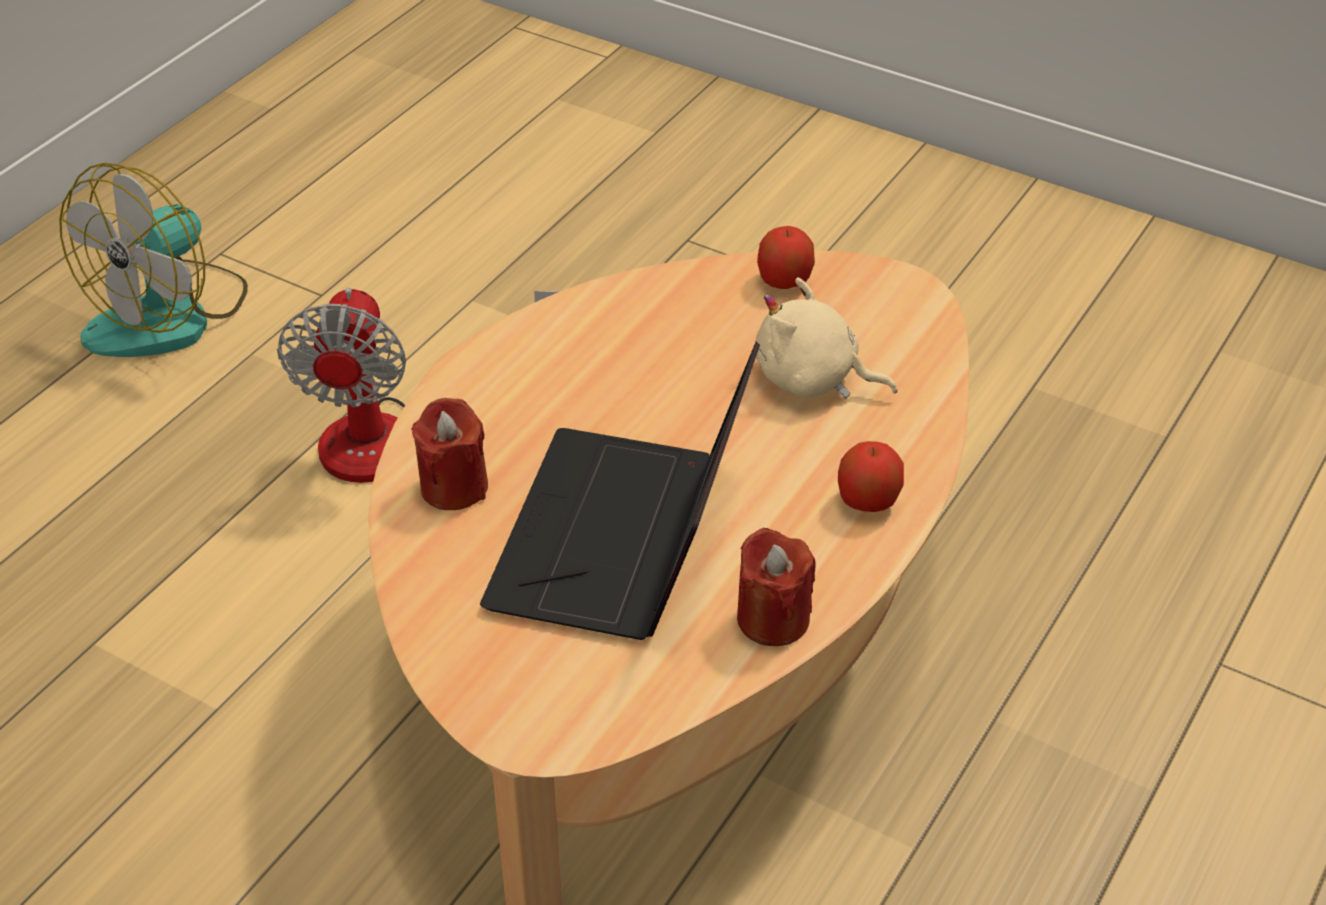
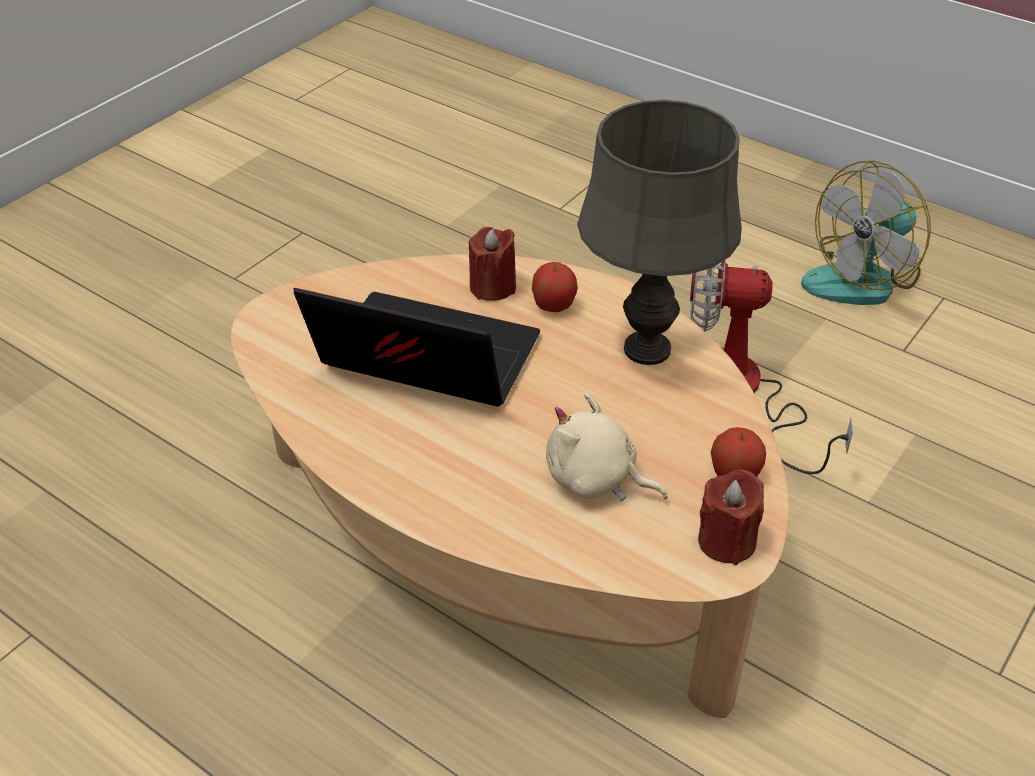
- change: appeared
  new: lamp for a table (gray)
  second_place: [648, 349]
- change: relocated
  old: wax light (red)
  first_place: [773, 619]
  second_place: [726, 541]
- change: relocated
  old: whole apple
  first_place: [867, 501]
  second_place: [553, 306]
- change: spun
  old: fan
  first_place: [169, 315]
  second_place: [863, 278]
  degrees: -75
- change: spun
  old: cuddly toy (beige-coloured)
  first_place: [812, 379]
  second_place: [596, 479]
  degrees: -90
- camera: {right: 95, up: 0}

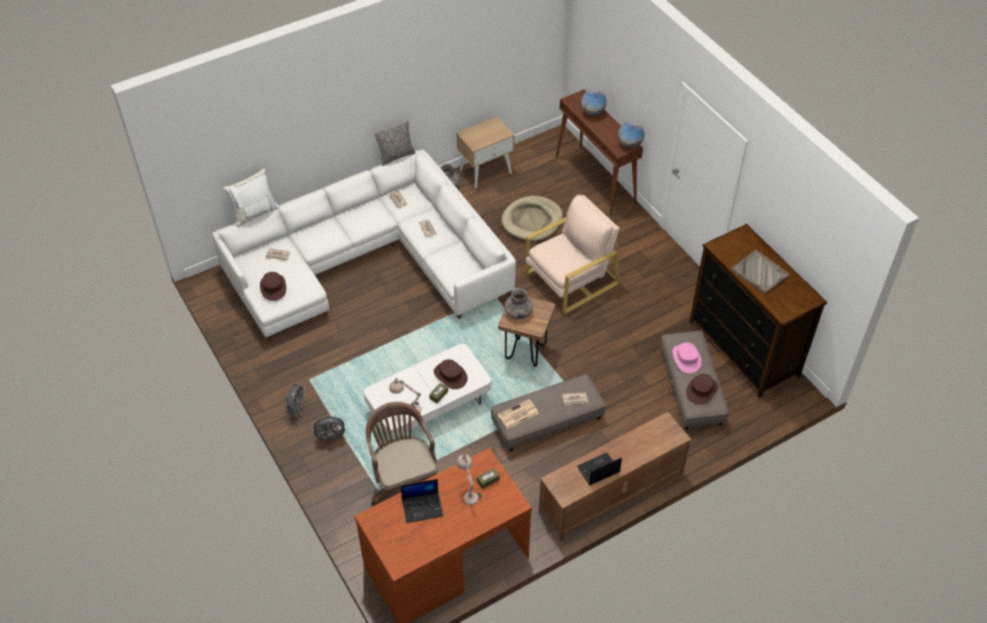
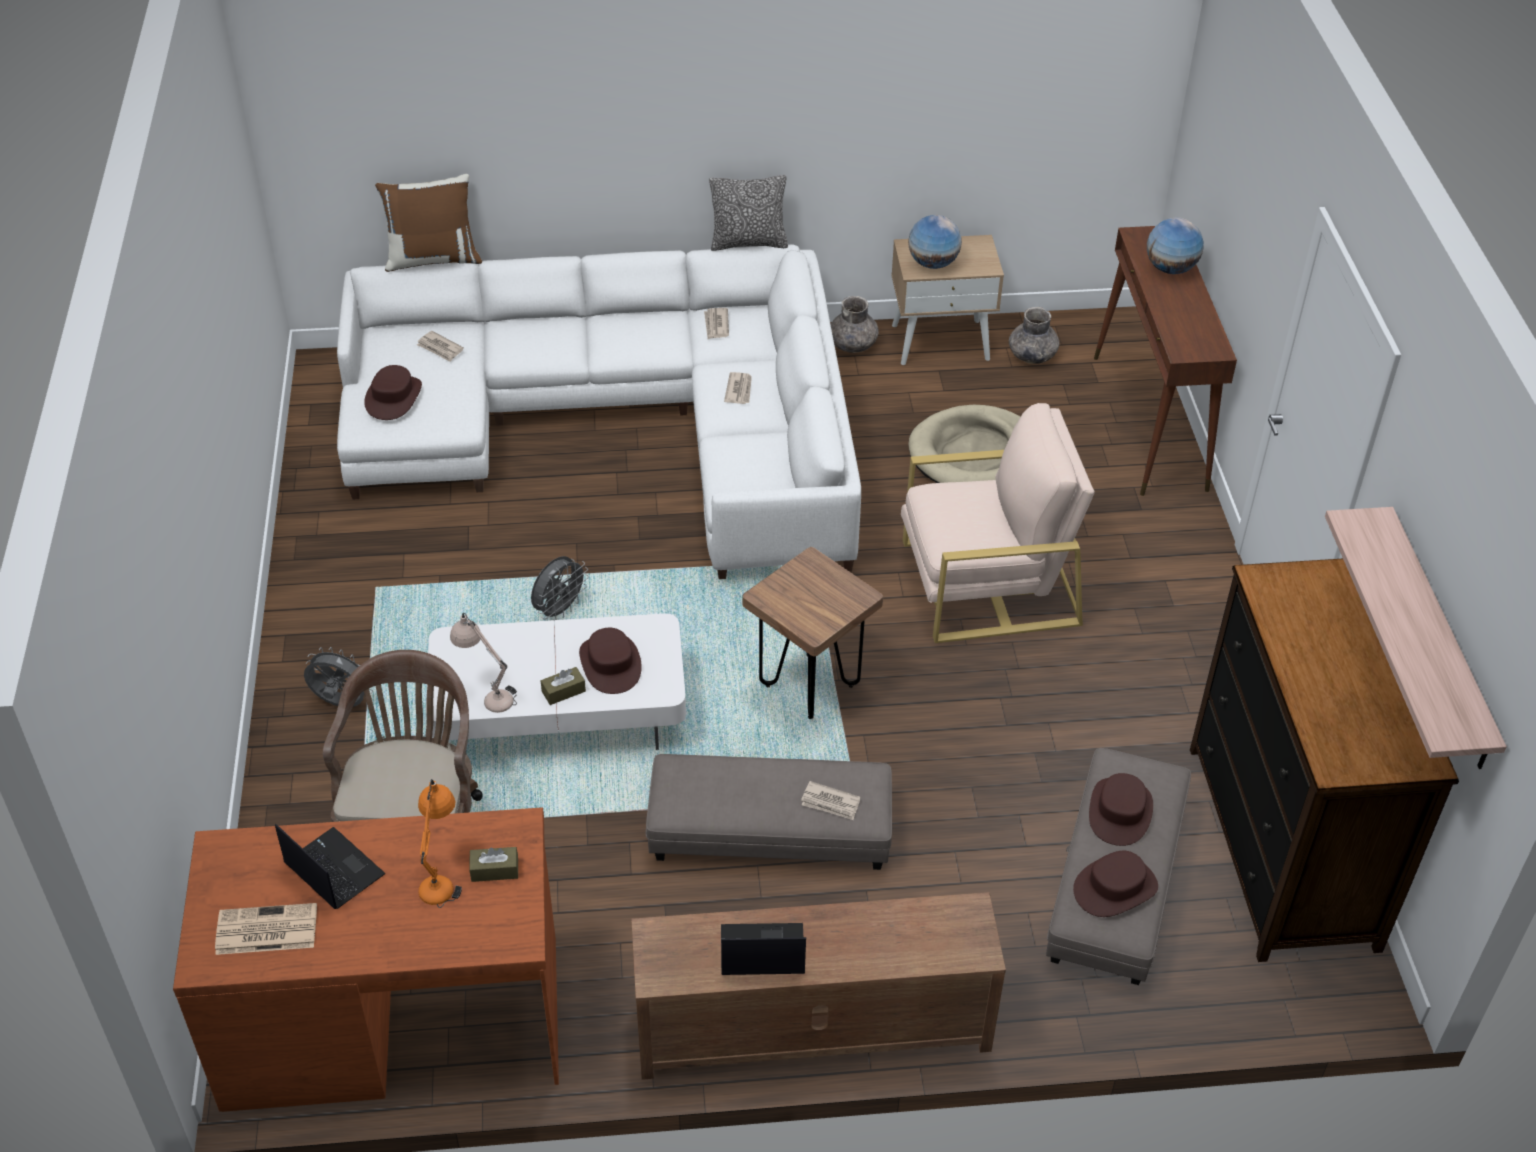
- change: missing
  old: serving tray (gray)
  first_place: [760, 273]
- change: appeared
  new: bracket shelf
  second_place: [1439, 640]
- change: relocated
  old: fan (gray)
  first_place: [297, 409]
  second_place: [559, 610]
- change: relocated
  old: newspaper
  first_place: [518, 414]
  second_place: [265, 930]
- change: relocated
  old: flower vase (gray)
  first_place: [518, 312]
  second_place: [1031, 355]
- change: relocated
  old: globe
  first_place: [629, 144]
  second_place: [932, 263]
- change: colour
  old: pillow (white-coloured)
  new: pillow (brown)
  first_place: [254, 213]
  second_place: [433, 258]
- change: colour
  old: lamp for a table (beige-coloured)
  new: lamp for a table (orangey)
  first_place: [468, 491]
  second_place: [442, 875]
- change: colour
  old: wearable hat (pinkish)
  new: wearable hat (brown)
  first_place: [686, 358]
  second_place: [1120, 812]
- change: spun
  old: laptop
  first_place: [423, 507]
  second_place: [332, 869]
  degrees: -150
- camera: {right: 25, up: -5}

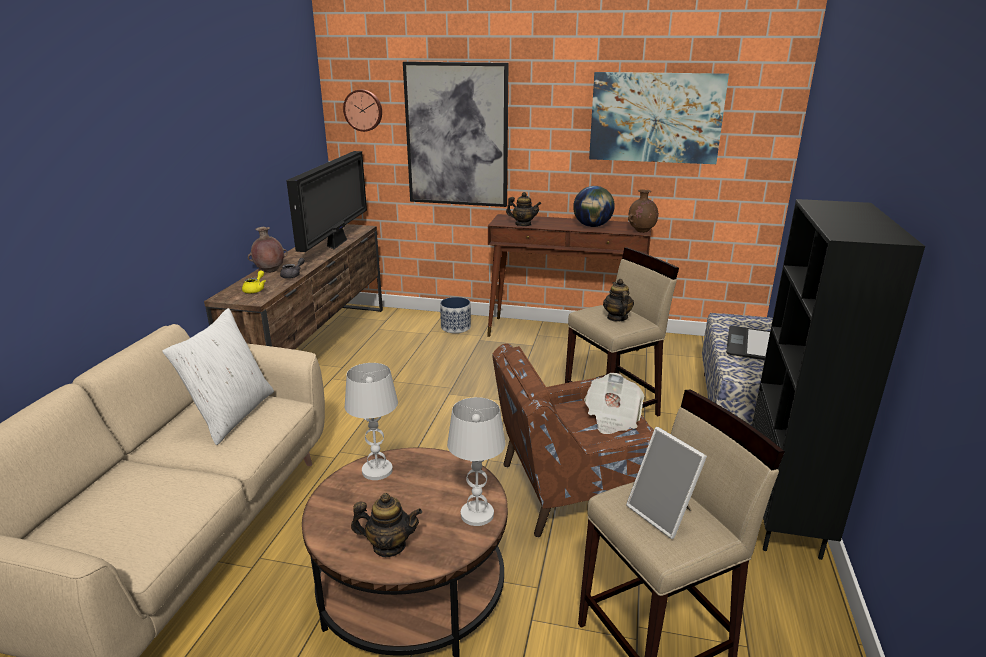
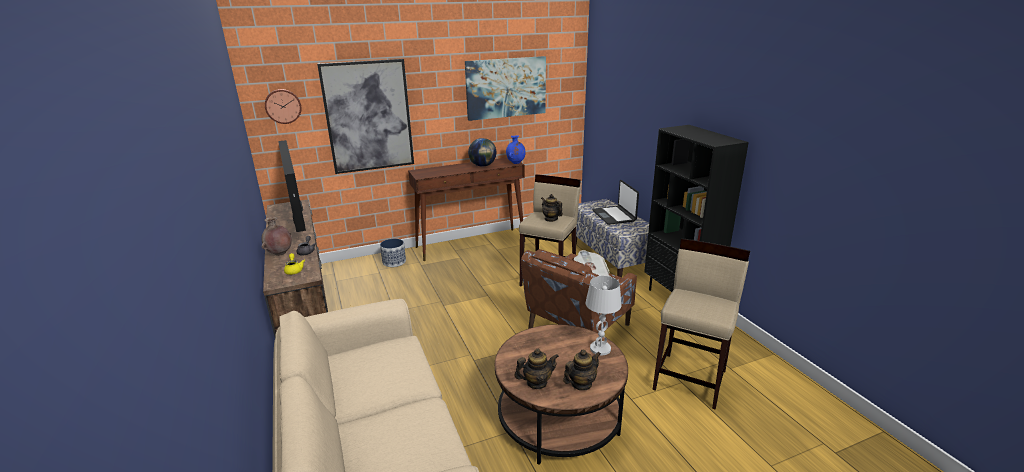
- change: missing
  old: pillow (white-coloured)
  first_place: [232, 415]
- change: missing
  old: lamp for a table (white-coloured)
  first_place: [377, 471]
- change: missing
  old: picture frame
  first_place: [663, 514]
- change: relocated
  old: tea pot
  first_place: [523, 224]
  second_place: [536, 383]
- change: colour
  old: flower vase (brown)
  new: flower vase (blue)
  first_place: [641, 231]
  second_place: [516, 163]
- camera: {right: -35, up: 0}

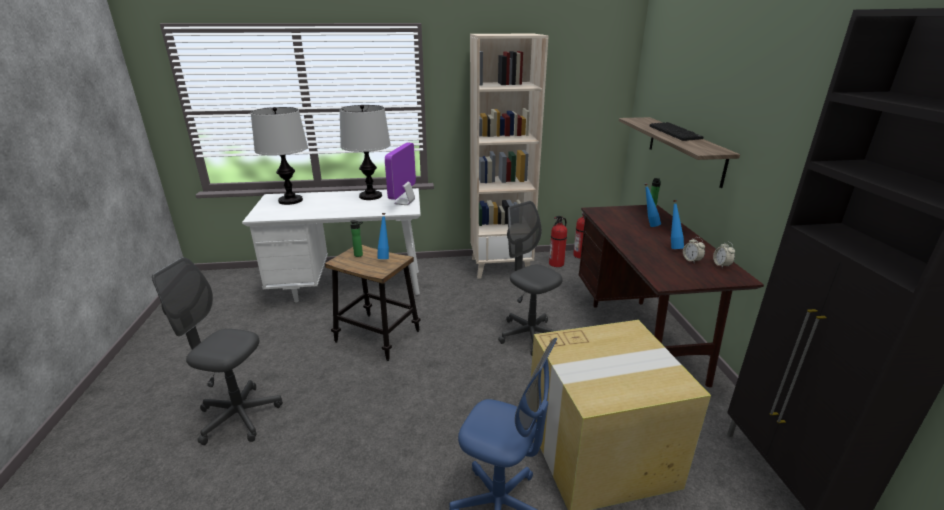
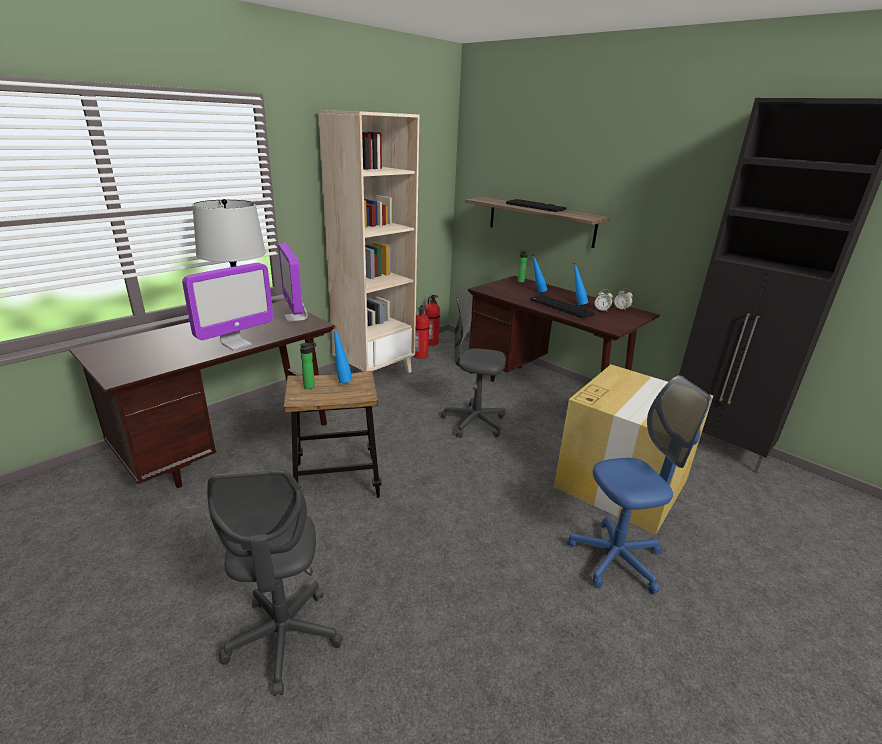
- change: missing
  old: lamp for a table
  first_place: [290, 200]
- change: appeared
  new: computer display
  second_place: [236, 344]
- change: appeared
  new: PC keyboard
  second_place: [559, 307]
- change: colour
  old: desk (white-coloured)
  new: desk (brown)
  first_place: [349, 286]
  second_place: [231, 444]
- change: spun
  old: office chair (gray)
  first_place: [239, 416]
  second_place: [284, 638]
  degrees: -75
- camera: {right: -40, up: 0}

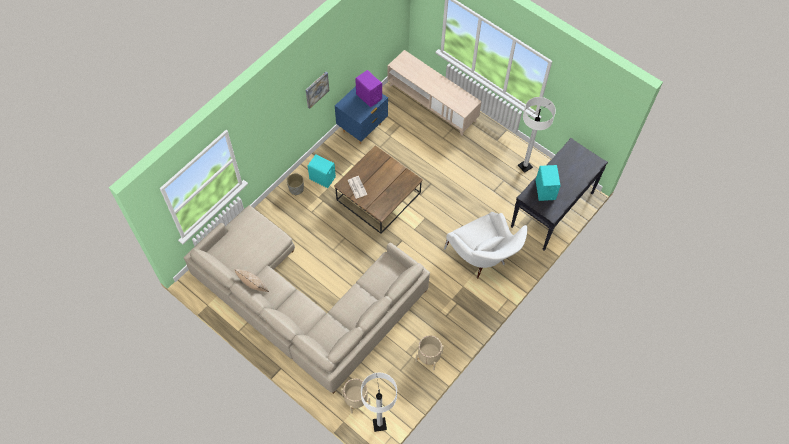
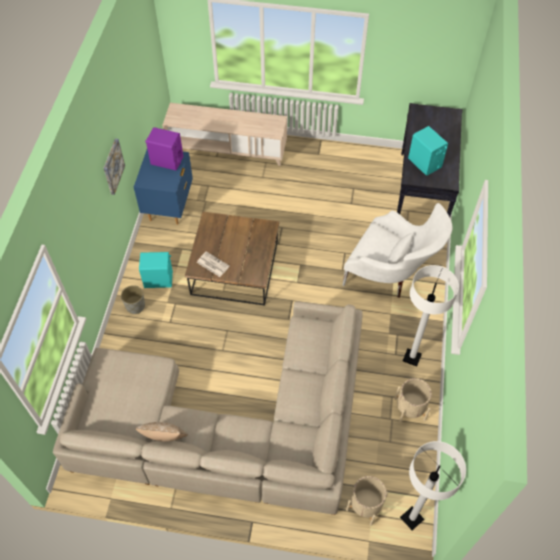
- change: relocated
  old: floor lamp (white-coloured)
  first_place: [525, 166]
  second_place: [412, 357]
- camera: {right: -30, up: -5}

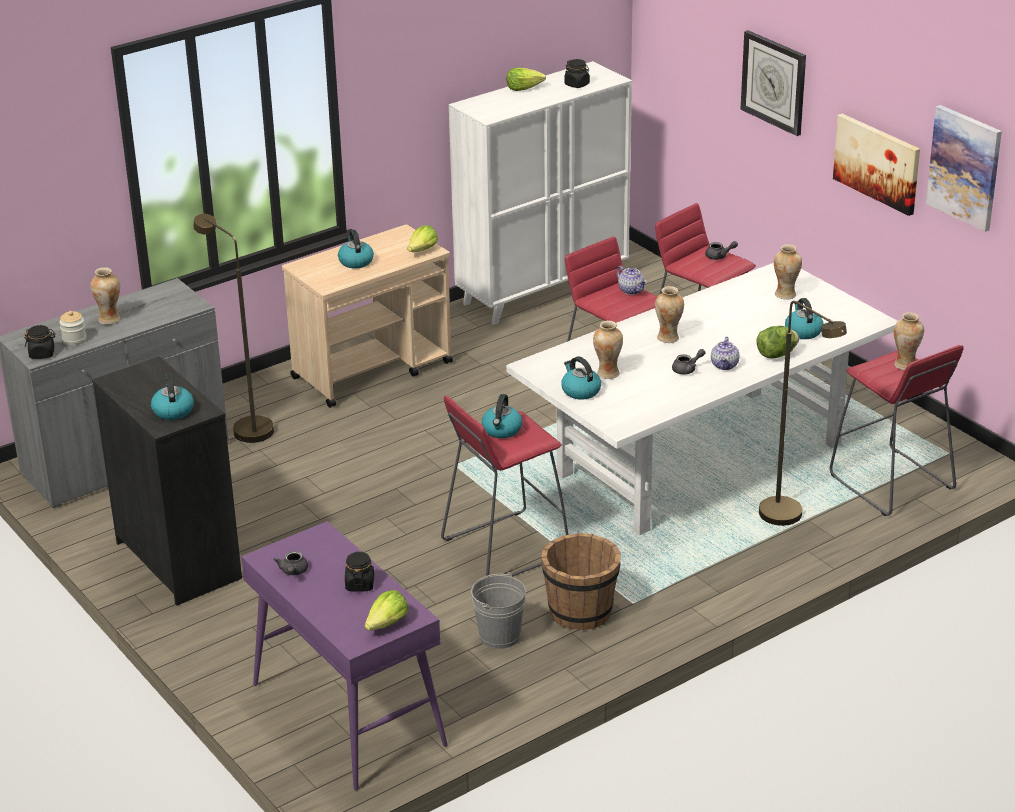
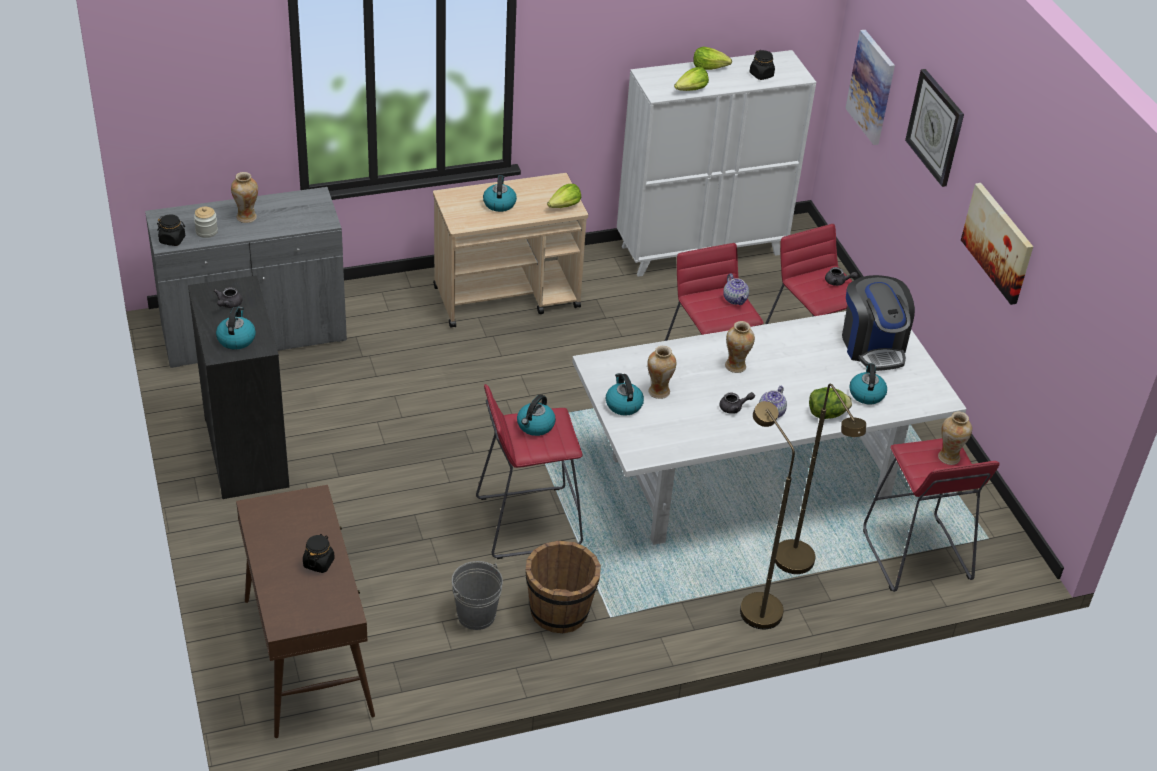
- change: relocated
  old: floor lamp (brown)
  first_place: [246, 427]
  second_place: [754, 604]
- change: relocated
  old: tea pot (gray)
  first_place: [293, 572]
  second_place: [228, 304]
- change: relocated
  old: head of lettuce
  first_place: [387, 624]
  second_place: [691, 90]
- change: relocated
  old: picture
  first_place: [964, 167]
  second_place: [871, 87]
- change: exchanged
  old: flower vase
  new: coffee maker
  first_place: [785, 294]
  second_place: [872, 346]
- change: colour
  old: narrow table (purplish)
  new: narrow table (brown)
  first_place: [347, 714]
  second_place: [307, 656]
- camera: {right: 15, up: 10}

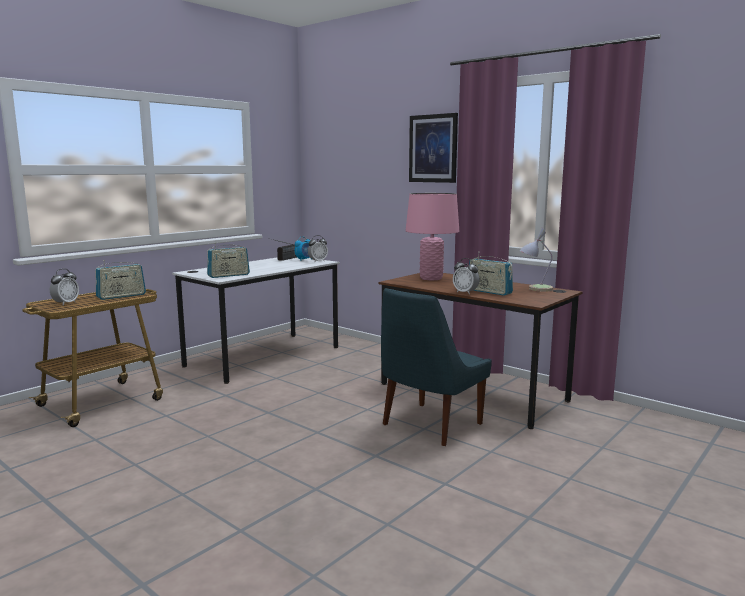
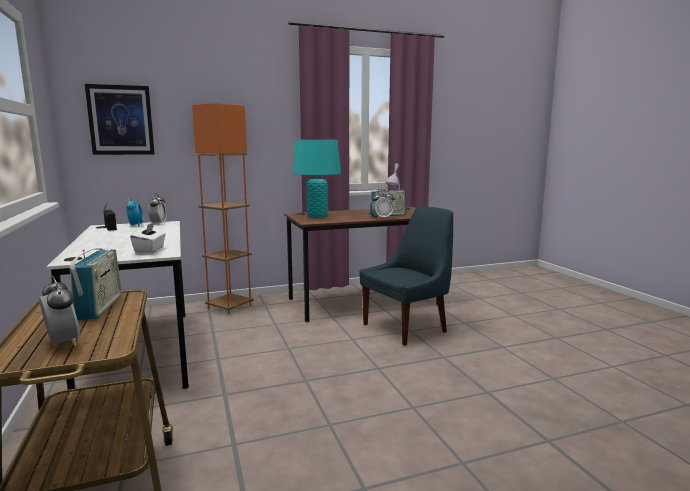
- change: appeared
  new: floor lamp (orangey)
  second_place: [230, 307]
- change: relocated
  old: picture
  first_place: [433, 148]
  second_place: [121, 120]
- change: exchanged
  old: radio
  new: box of tissues (white-coloured)
  first_place: [228, 275]
  second_place: [150, 250]
- change: colour
  old: lamp for a table (pinkish)
  new: lamp for a table (turquoise)
  first_place: [431, 278]
  second_place: [317, 216]
- change: spun
  old: chair (blue)
  first_place: [429, 425]
  second_place: [407, 327]
  degrees: -105
- camera: {right: -60, up: 0}

